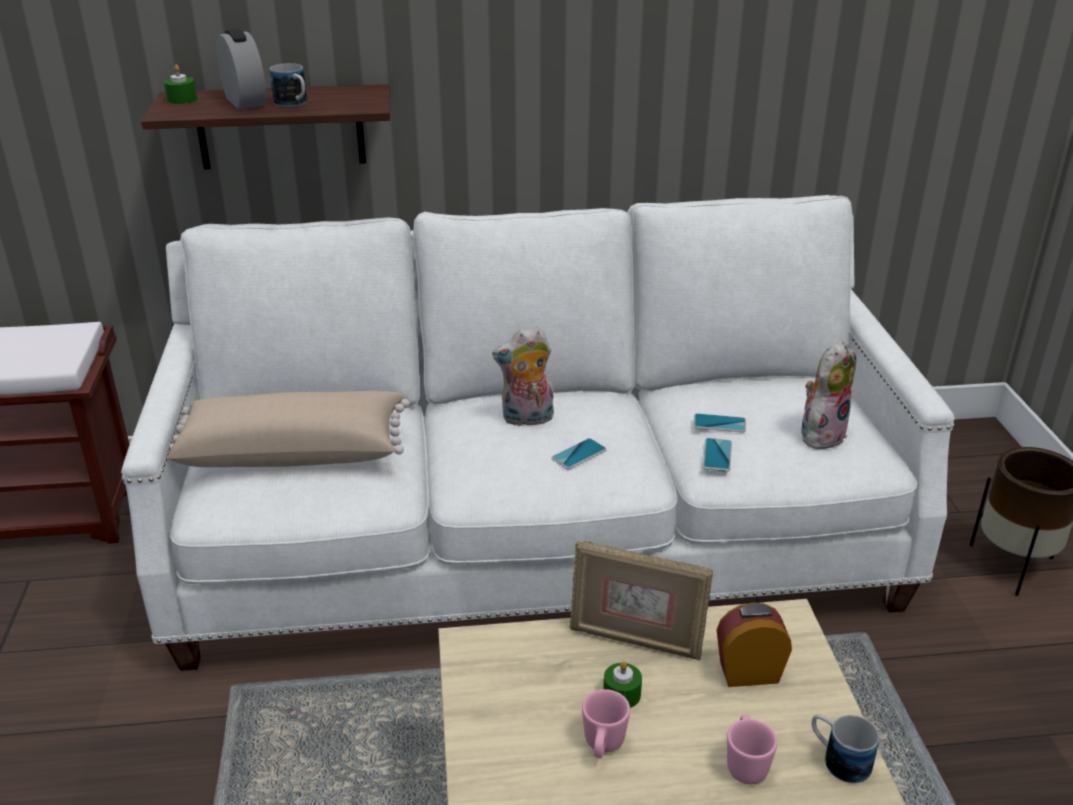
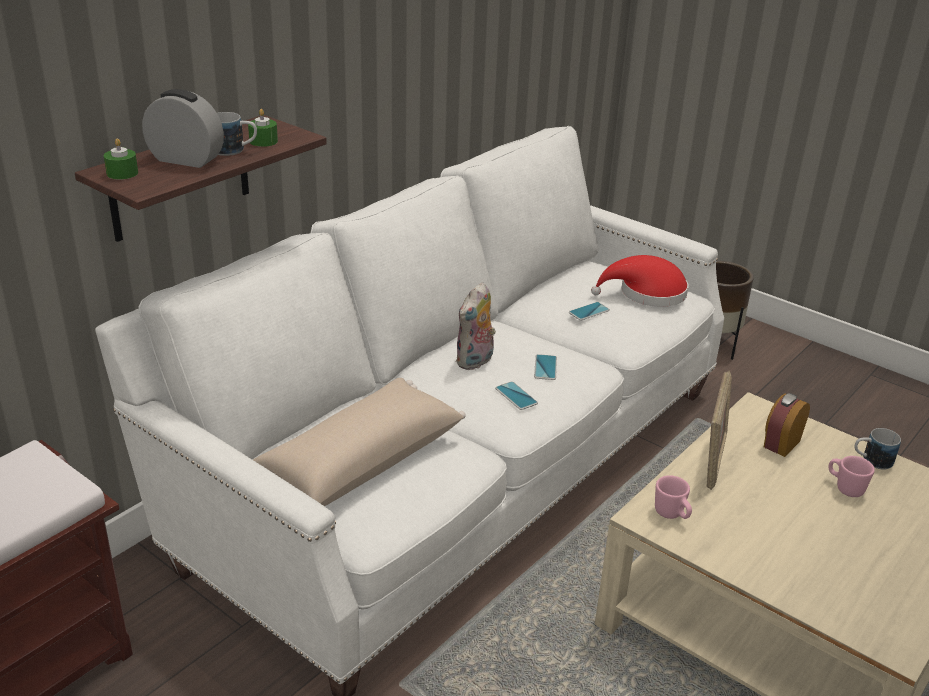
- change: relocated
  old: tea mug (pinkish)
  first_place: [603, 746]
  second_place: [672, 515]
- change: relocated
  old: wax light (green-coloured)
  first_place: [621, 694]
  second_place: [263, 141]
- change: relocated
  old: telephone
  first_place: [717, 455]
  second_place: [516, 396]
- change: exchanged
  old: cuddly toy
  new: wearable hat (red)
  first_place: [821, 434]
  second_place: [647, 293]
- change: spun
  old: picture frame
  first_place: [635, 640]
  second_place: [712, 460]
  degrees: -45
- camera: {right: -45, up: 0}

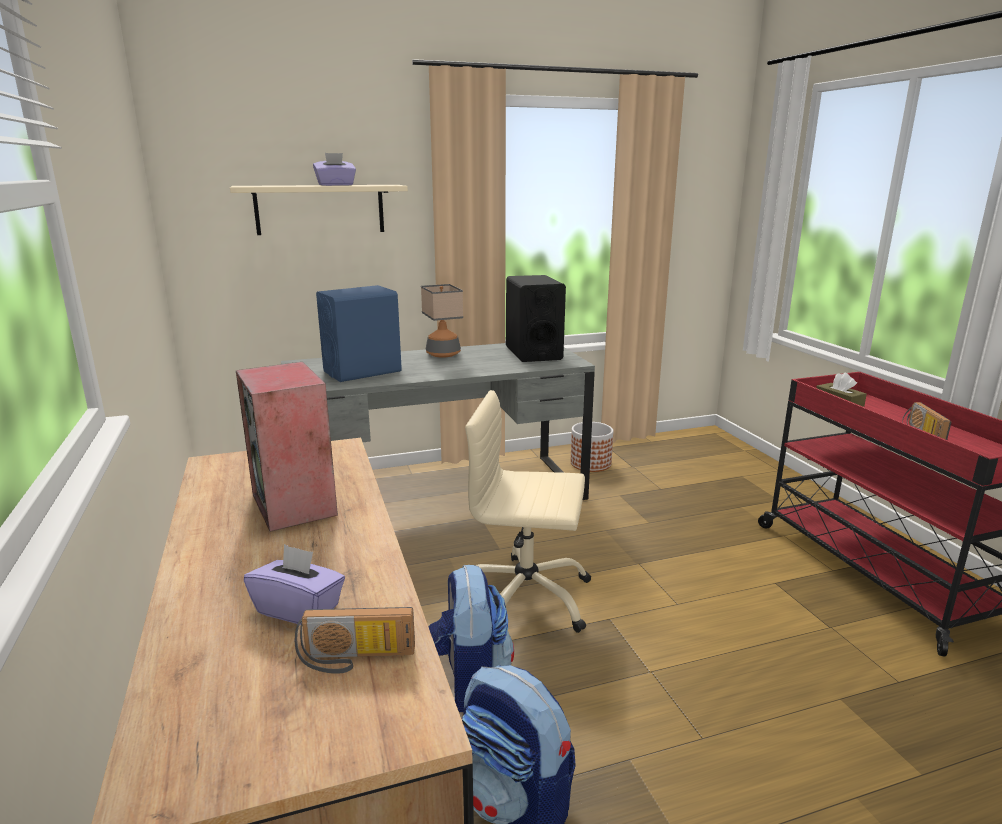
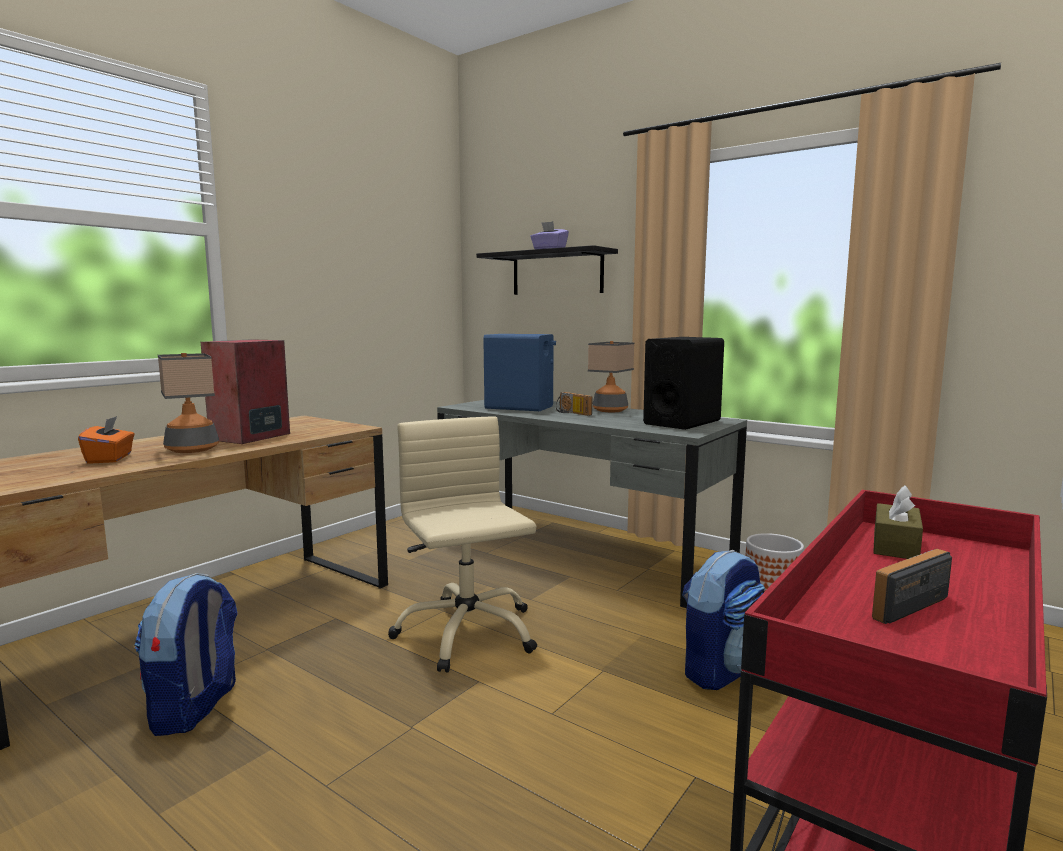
- change: appeared
  new: lamp for a table
  second_place: [192, 449]
- change: relocated
  old: radio
  first_place: [355, 659]
  second_place: [571, 413]
- change: relocated
  old: backpack
  first_place: [469, 682]
  second_place: [720, 670]
- change: colour
  old: bracket shelf (beige-coloured)
  new: bracket shelf (black-coloured)
  first_place: [320, 209]
  second_place: [557, 273]
- change: colour
  old: box of tissues (purplish)
  new: box of tissues (orangey)
  first_place: [299, 609]
  second_place: [110, 458]
- camera: {right: 55, up: -10}

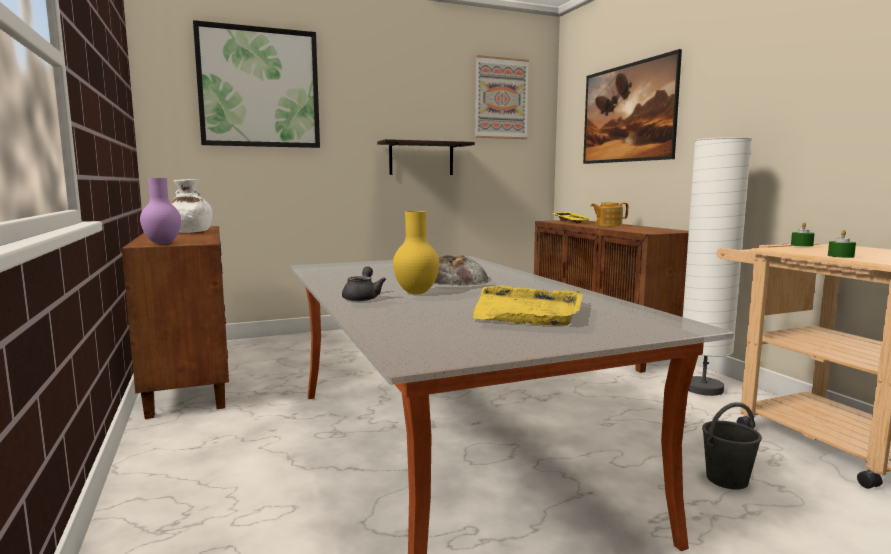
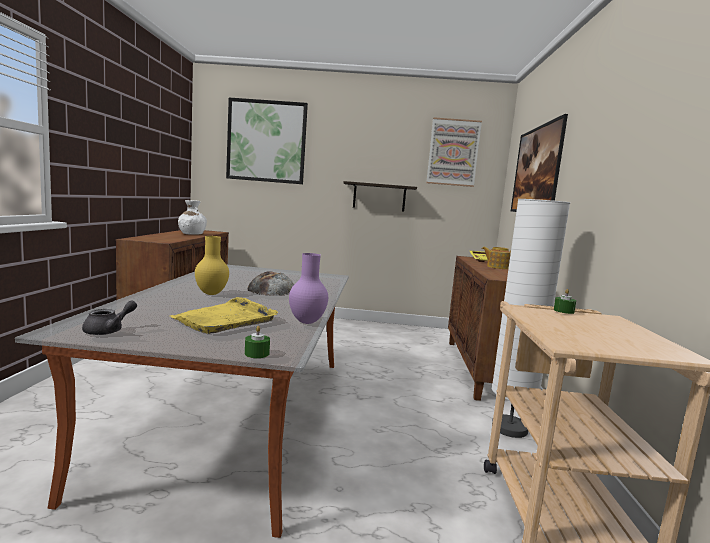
- change: missing
  old: bucket (gray)
  first_place: [726, 479]
- change: relocated
  old: flower vase (purplish)
  first_place: [163, 243]
  second_place: [307, 322]
- change: relocated
  old: tea pot (gray)
  first_place: [363, 298]
  second_place: [109, 330]
- change: relocated
  old: wax light (green-coloured)
  first_place: [840, 256]
  second_place: [257, 353]
- camera: {right: 25, up: 0}

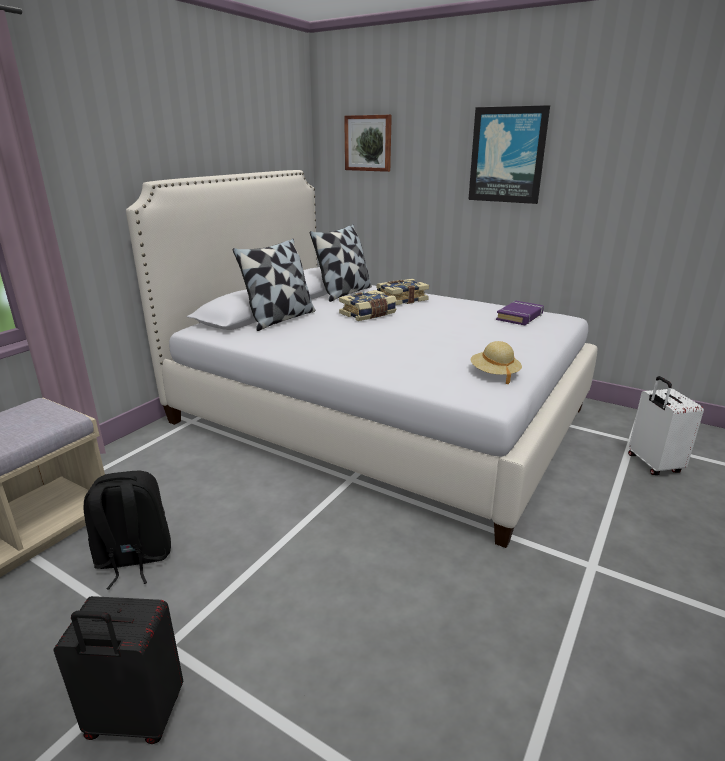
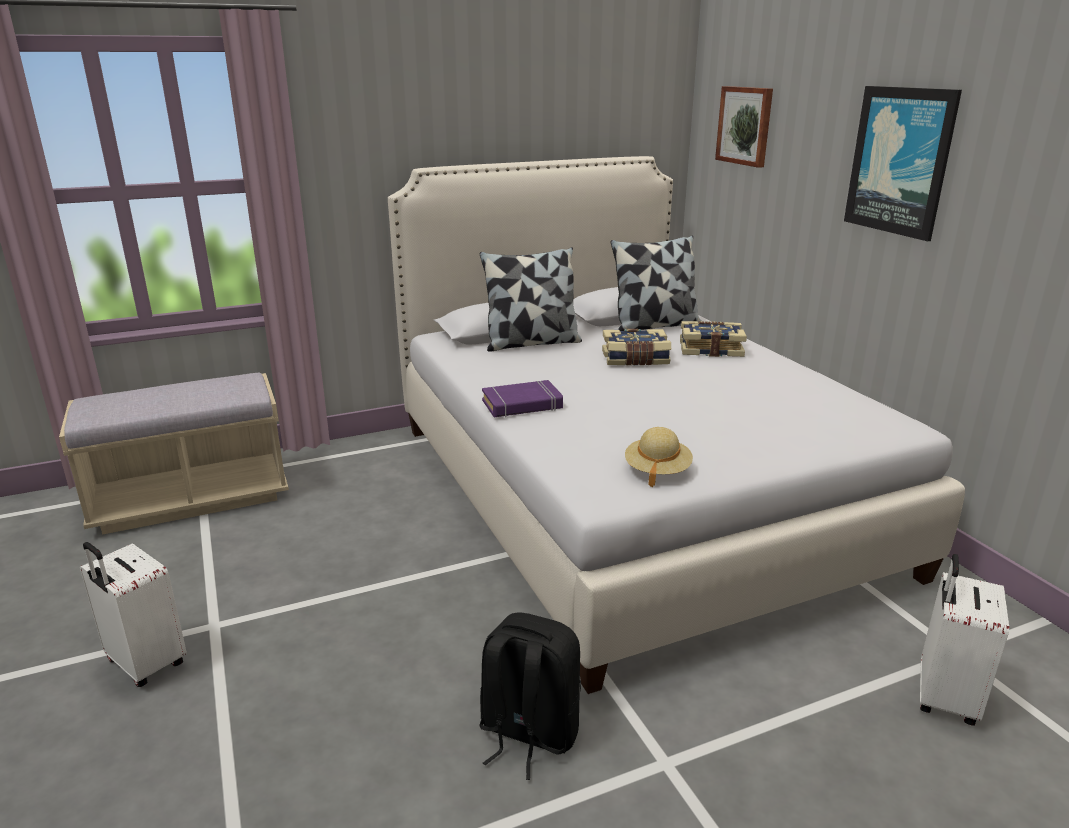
- change: relocated
  old: backpack (black-coloured)
  first_place: [133, 559]
  second_place: [527, 733]
- change: relocated
  old: bound book (purplish)
  first_place: [520, 317]
  second_place: [522, 405]
- change: colour
  old: piece of luggage (black-coloured)
  new: piece of luggage (white-coloured)
  first_place: [134, 719]
  second_place: [145, 664]
- camera: {right: 35, up: 0}

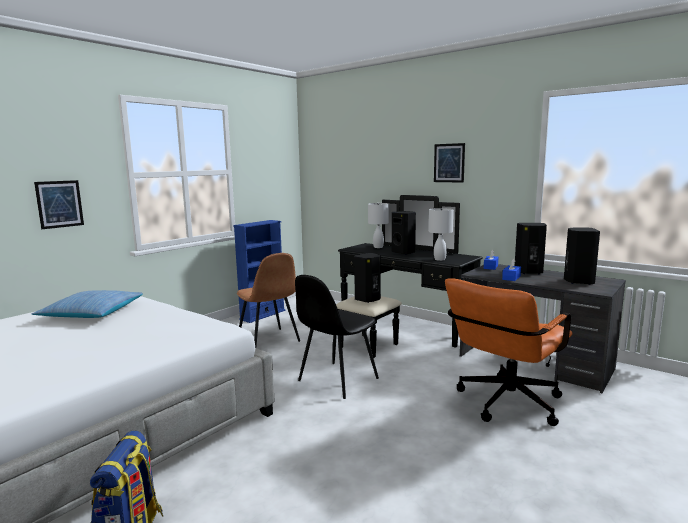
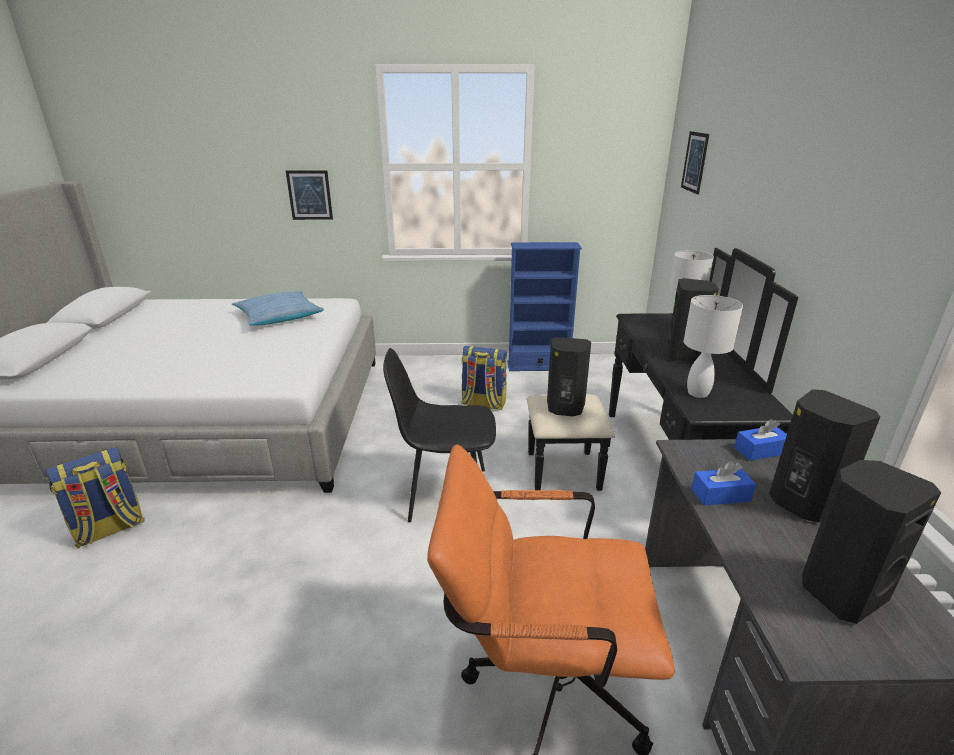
- change: relocated
  old: picture
  first_place: [449, 163]
  second_place: [695, 162]
- change: exchanged
  old: chair (brown)
  new: backpack
  first_place: [268, 341]
  second_place: [483, 404]
- camera: {right: 50, up: 15}

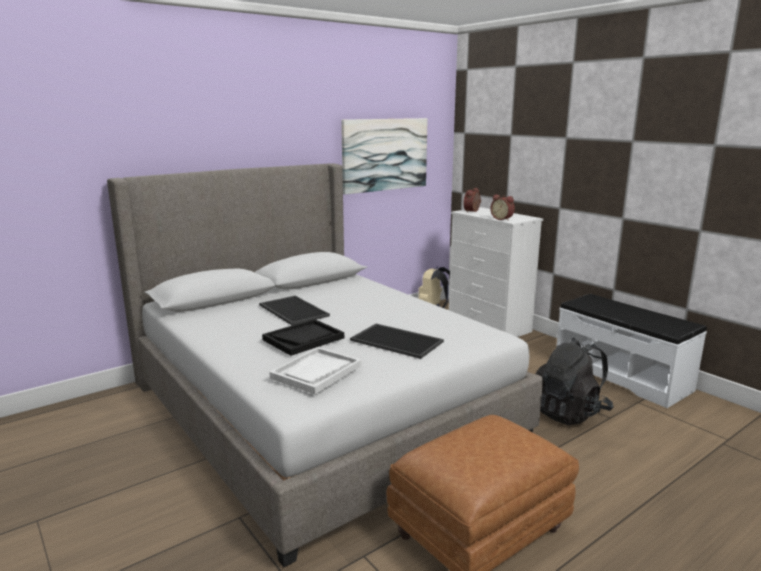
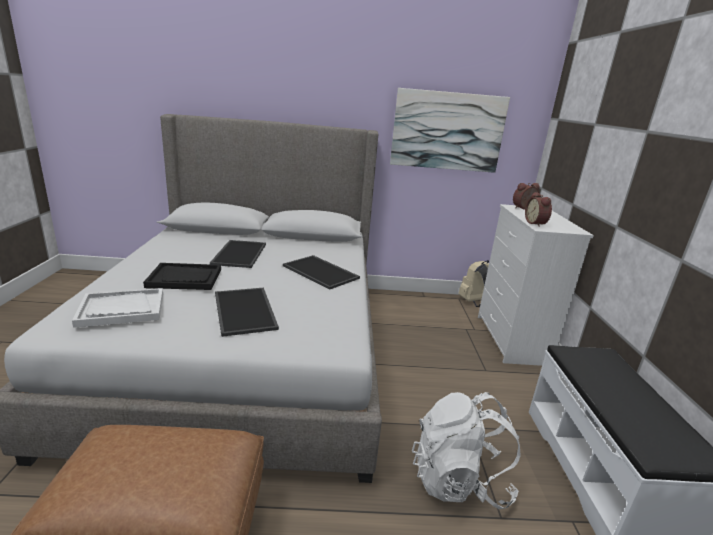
- change: appeared
  new: serving tray
  second_place: [322, 272]
- change: colour
  old: backpack (black-coloured)
  new: backpack (white-coloured)
  first_place: [570, 412]
  second_place: [459, 480]
- camera: {right: 35, up: 5}

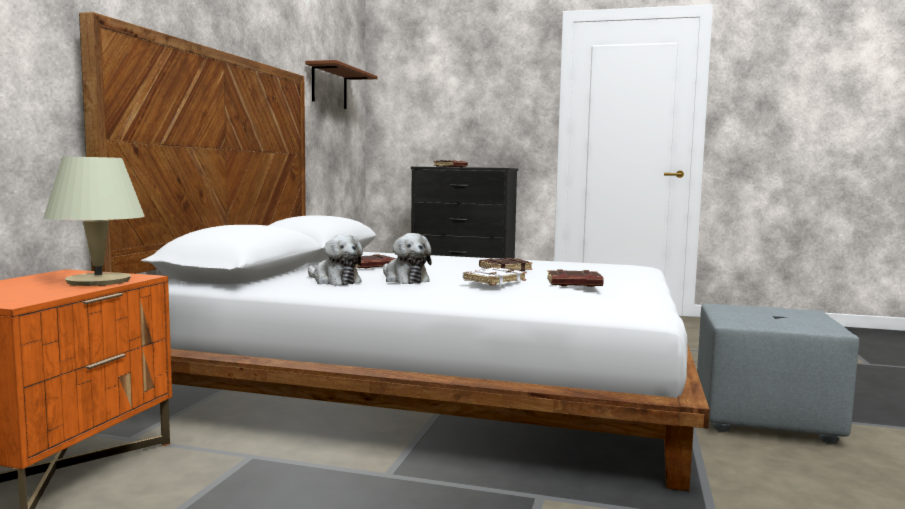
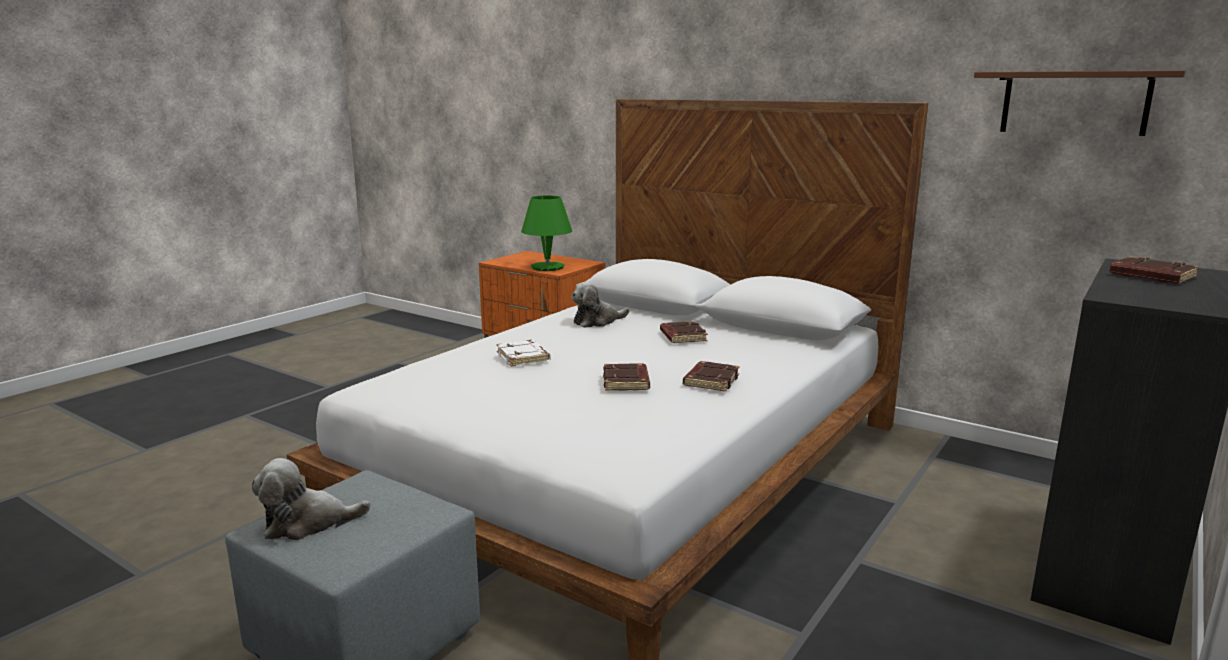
- change: relocated
  old: cuddly toy
  first_place: [404, 279]
  second_place: [307, 523]
- change: relocated
  old: bound book (brown)
  first_place: [573, 283]
  second_place: [710, 380]
- change: colour
  old: lamp for a table (beige-coloured)
  new: lamp for a table (green-coloured)
  first_place: [98, 281]
  second_place: [548, 267]
- camera: {right: 110, up: 10}

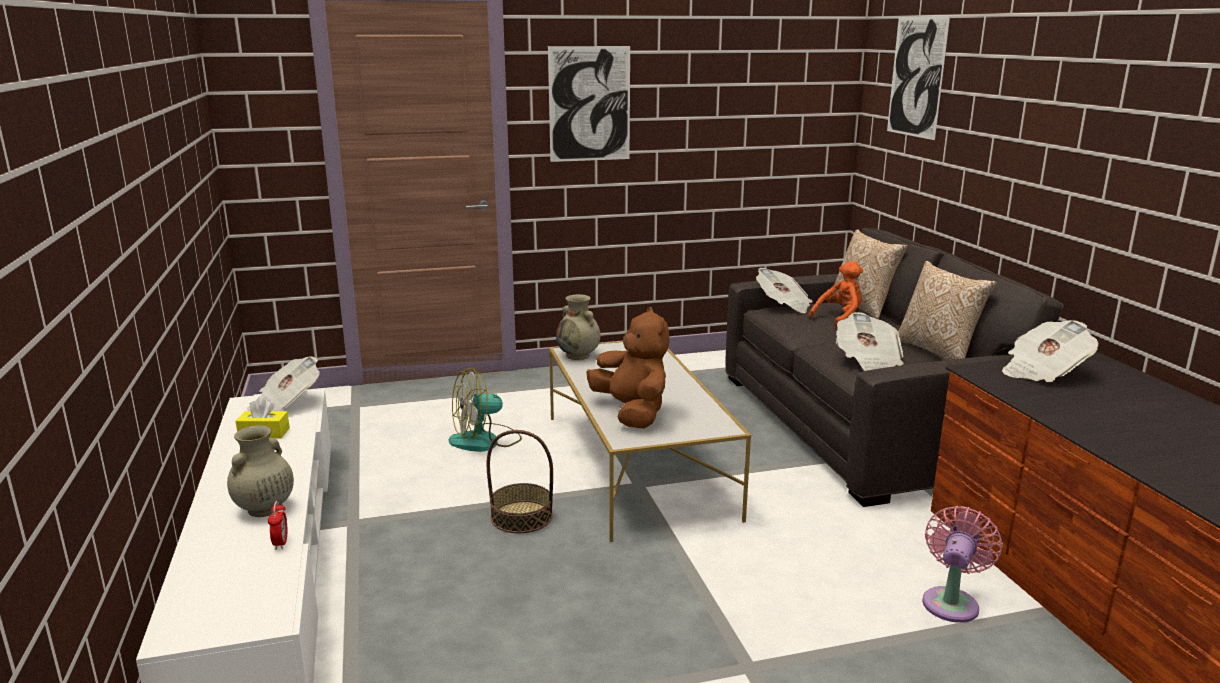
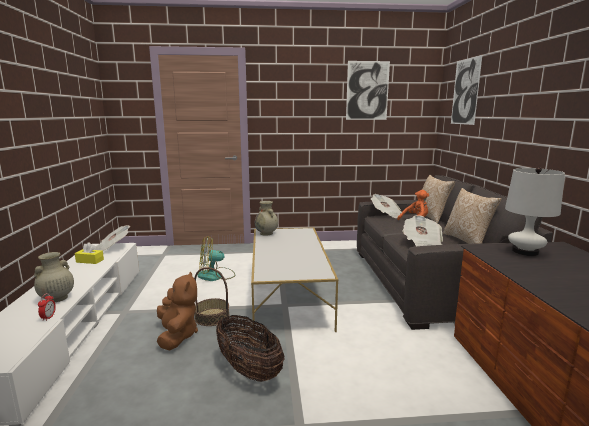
- change: missing
  old: fan (pinkish)
  first_place: [951, 602]
- change: appeared
  new: storage basket
  second_place: [249, 370]
- change: relocated
  old: picture
  first_place: [589, 104]
  second_place: [367, 90]
- change: relocated
  old: cuddly toy (brown)
  first_place: [632, 413]
  second_place: [177, 335]
- change: exchanged
  old: newspaper
  new: lamp for a table (white-coloured)
  first_place: [1043, 372]
  second_place: [525, 251]
- camera: {right: 10, up: -5}

